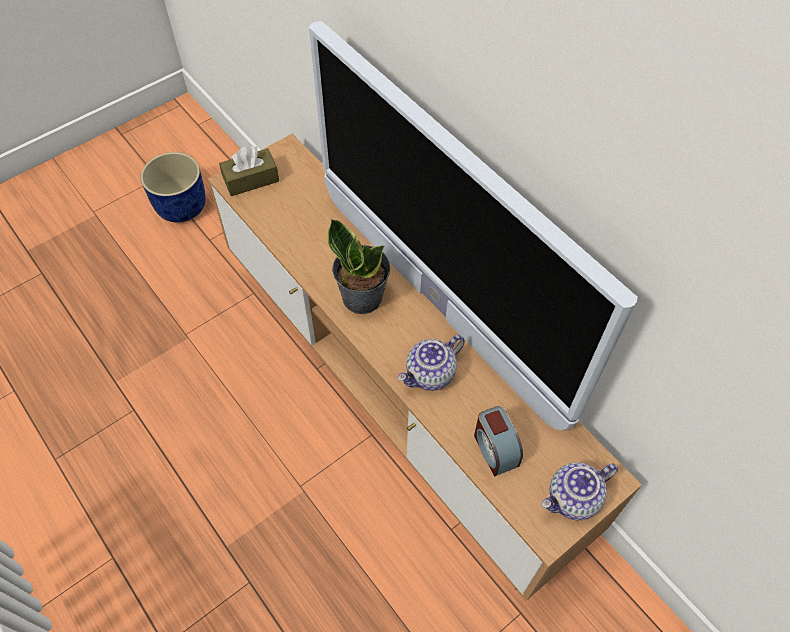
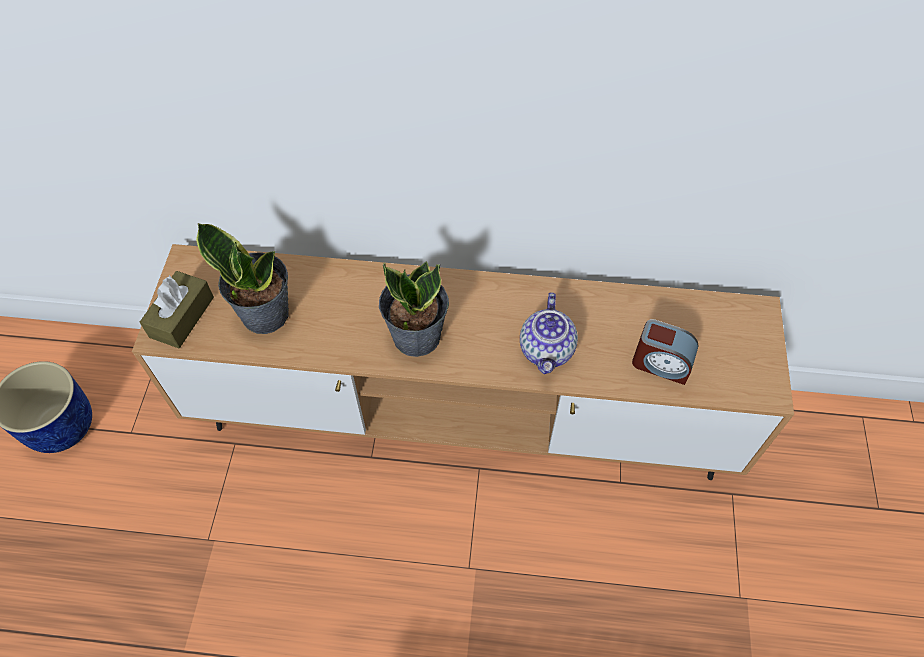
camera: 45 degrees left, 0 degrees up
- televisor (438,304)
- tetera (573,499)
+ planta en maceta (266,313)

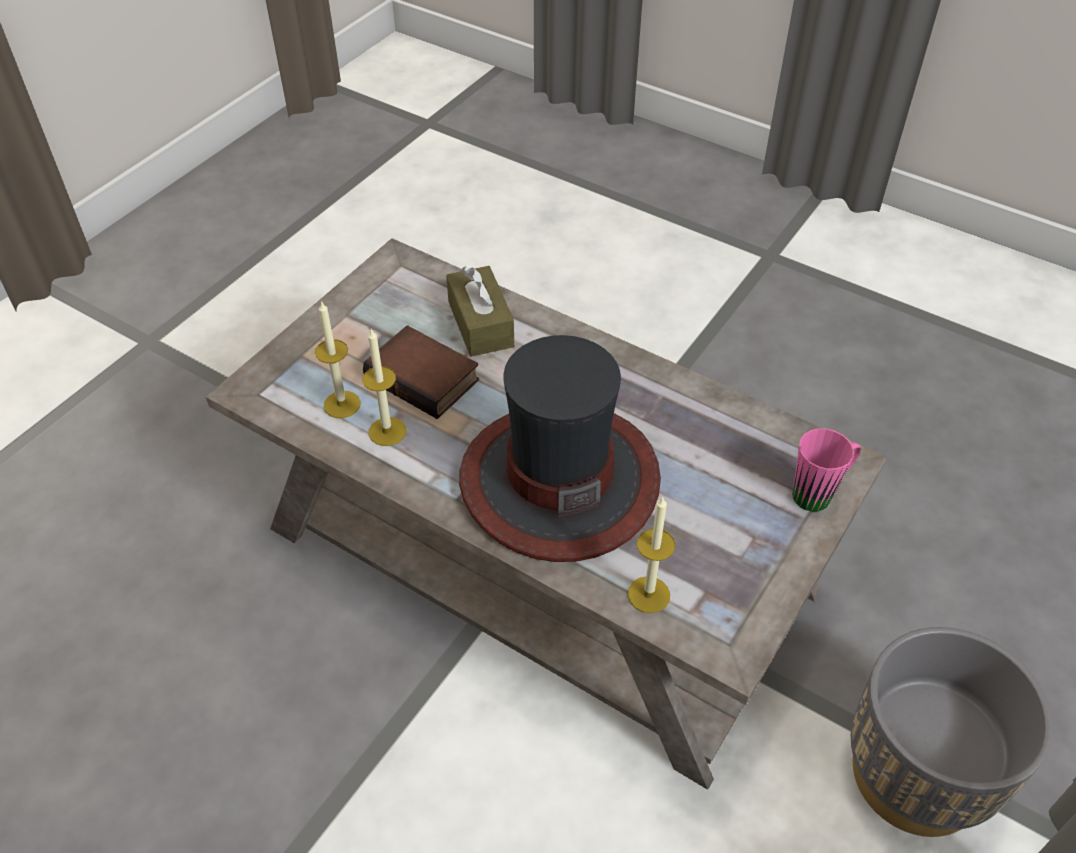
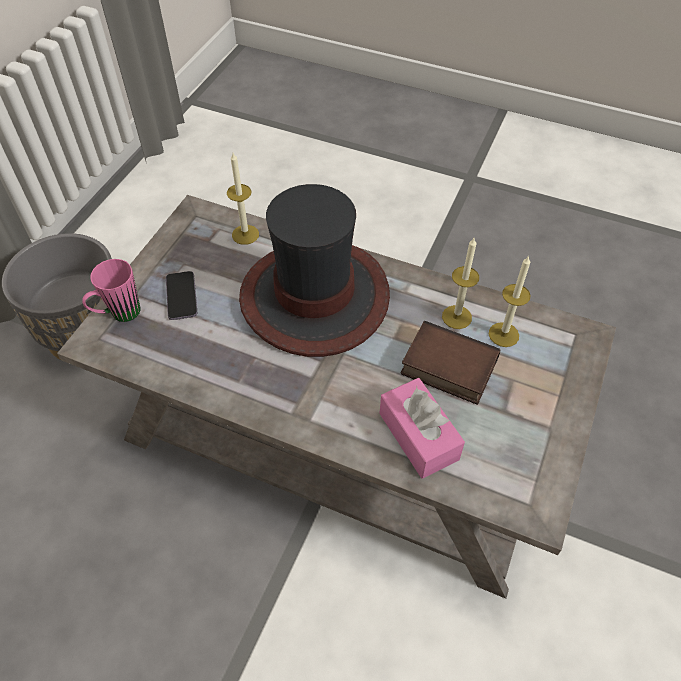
camera: 170 degrees right, 5 degrees up
~ caja de pañuelos (marrón) (480,324) to caja de pañuelos (rosa) (418,436)
+ móvil (181,296)

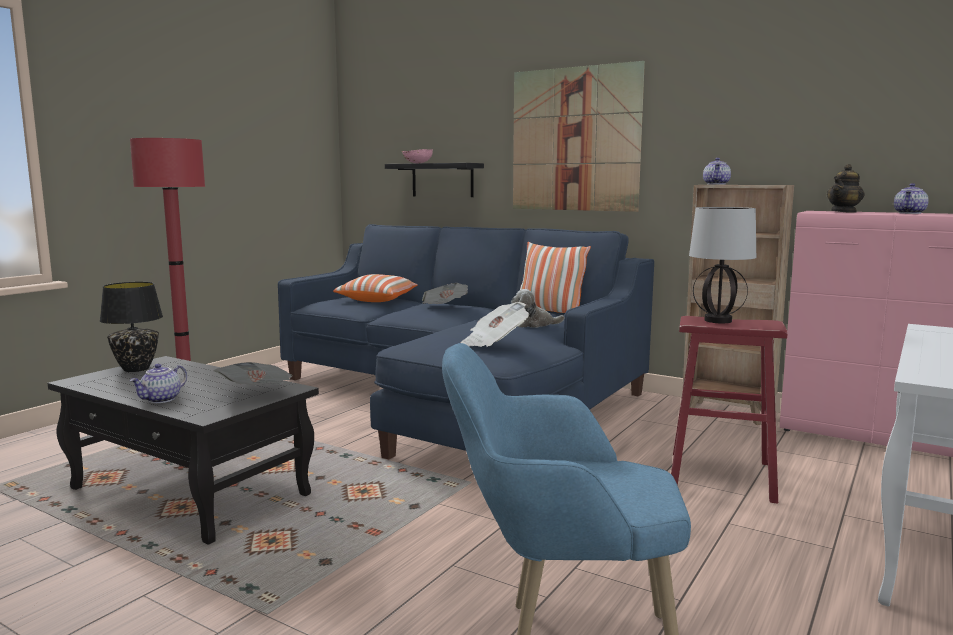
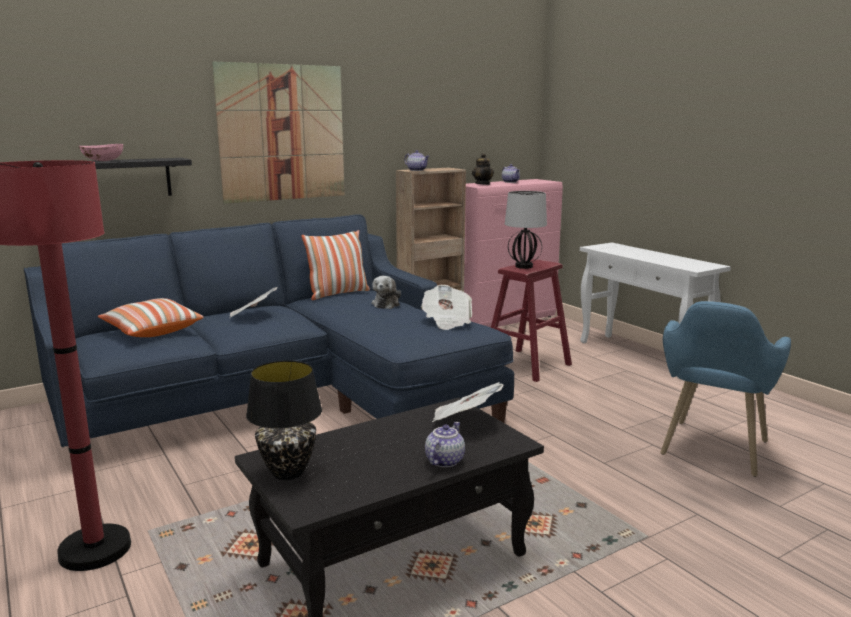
camera: 65 degrees left, 5 degrees up
~ tetera (161,400) = (444,461) 120 degrees counterclockwise

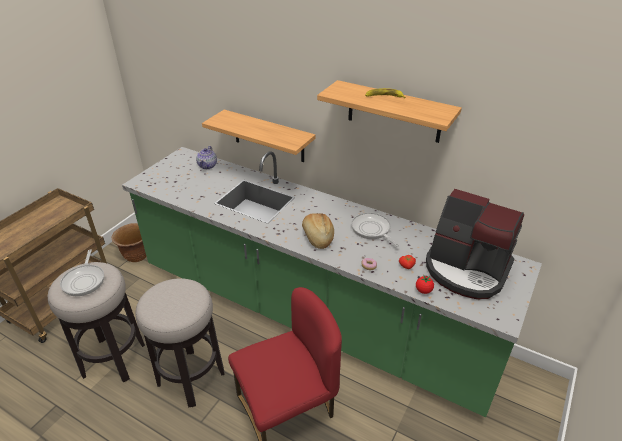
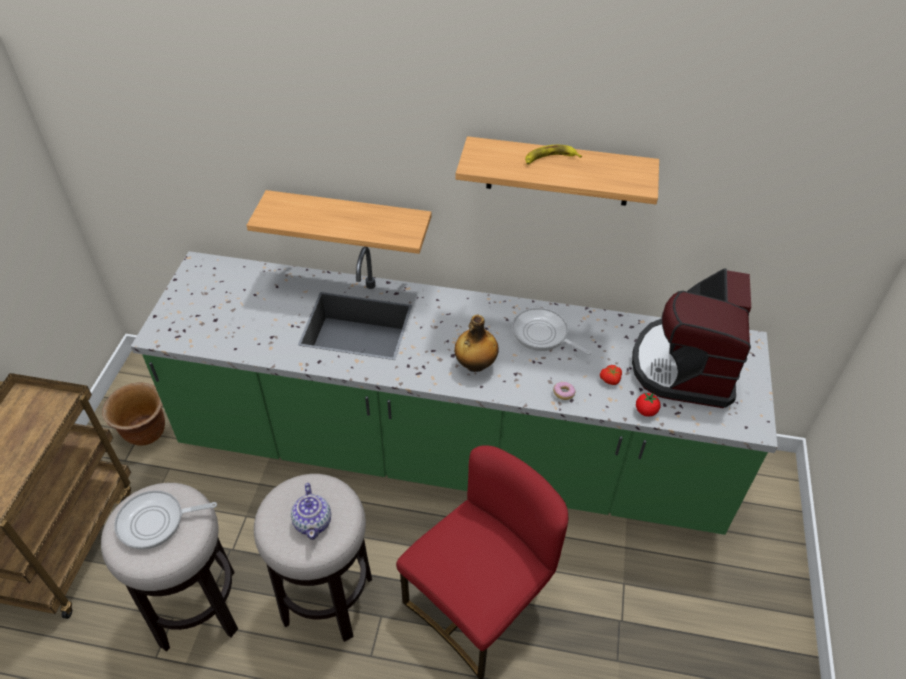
camera: 20 degrees left, 10 degrees up
~ sartén (84,280) = (155,522) 105 degrees clockwise
~ tetera (207,165) to (313,521)
~ pan (317,237) to botella (475,365)
~ cafetera (466,270) = (684,366) 90 degrees clockwise

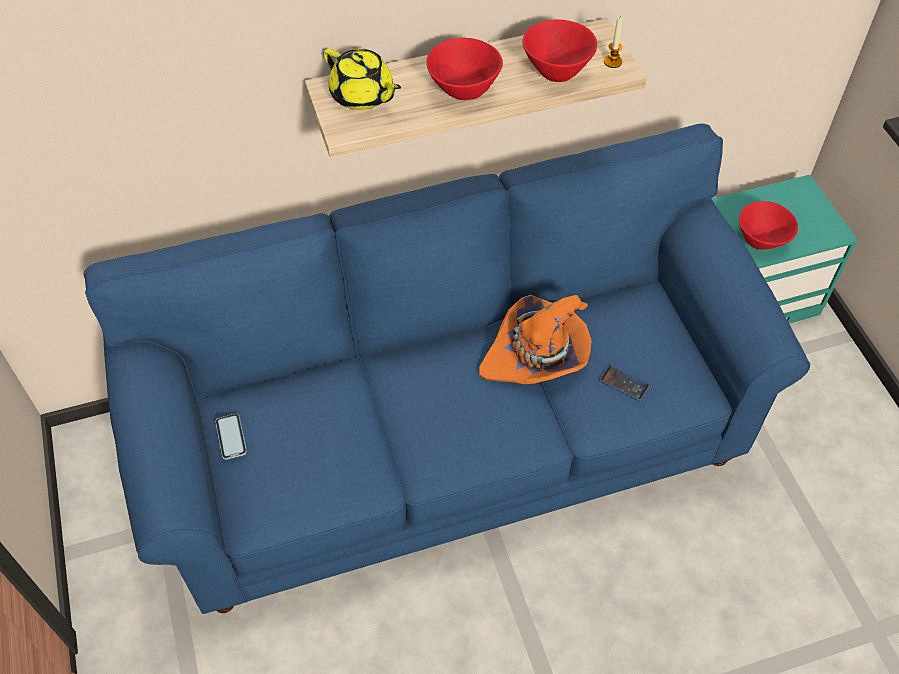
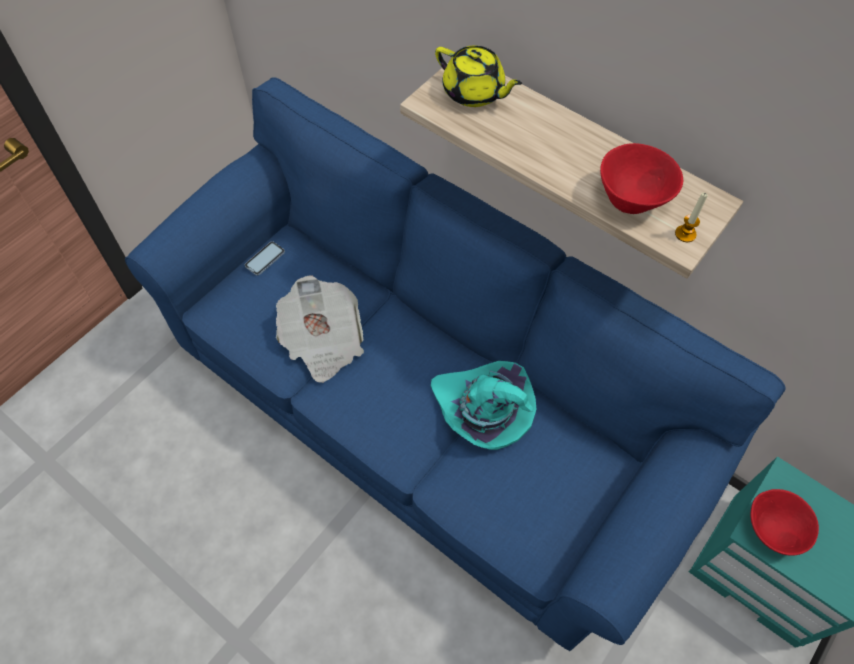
camera: 55 degrees right, 5 degrees up
~ tetera (amarillo) (363,96) = (474,93) 60 degrees counterclockwise
- cuenco (rojo) (463,87)
~ sombrero (naranja) (537,355) to sombrero (turquesa) (483,410)
- móvil (624,383)
+ periódico (322,342)

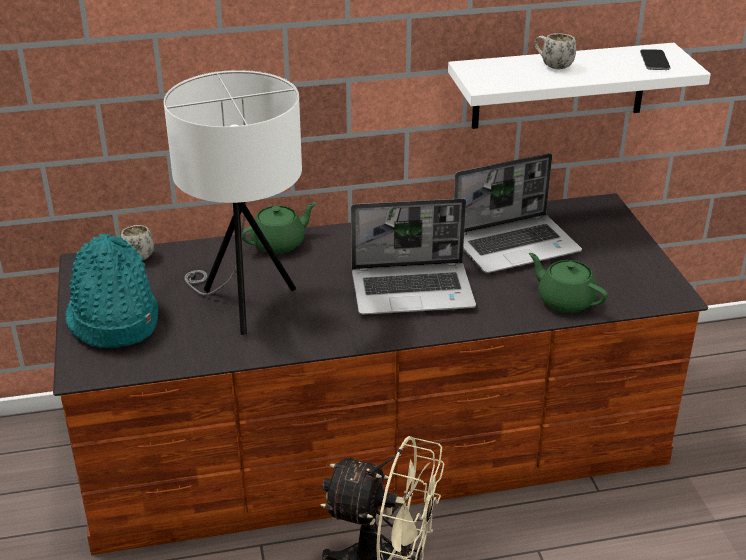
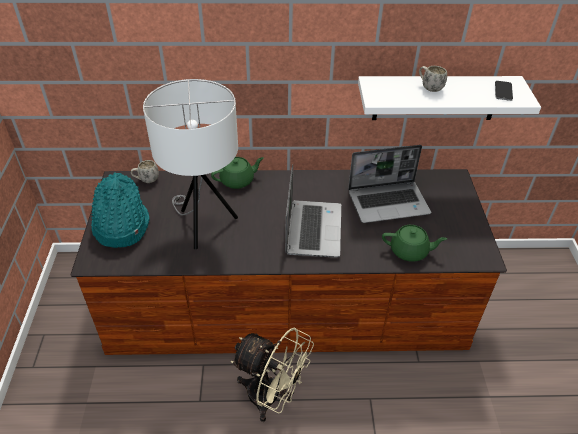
camera: 10 degrees right, 10 degrees up
~ portátil (413,290) = (312,229) 90 degrees counterclockwise
~ tetera (verde) (565,300) = (410,251) 135 degrees clockwise

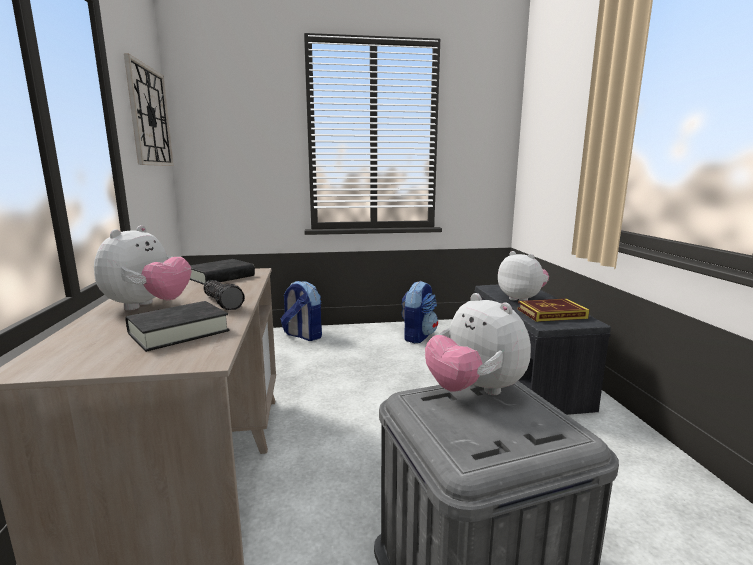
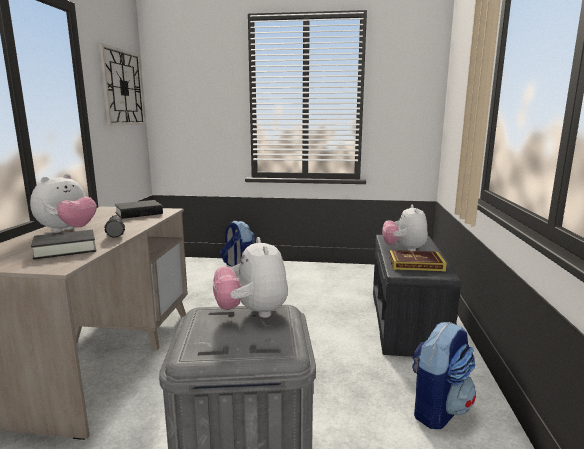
camera: 15 degrees right, 0 degrees up
~ mochila (418,336) to (438,409)
~ peluche (522,299) = (404,249) 150 degrees counterclockwise

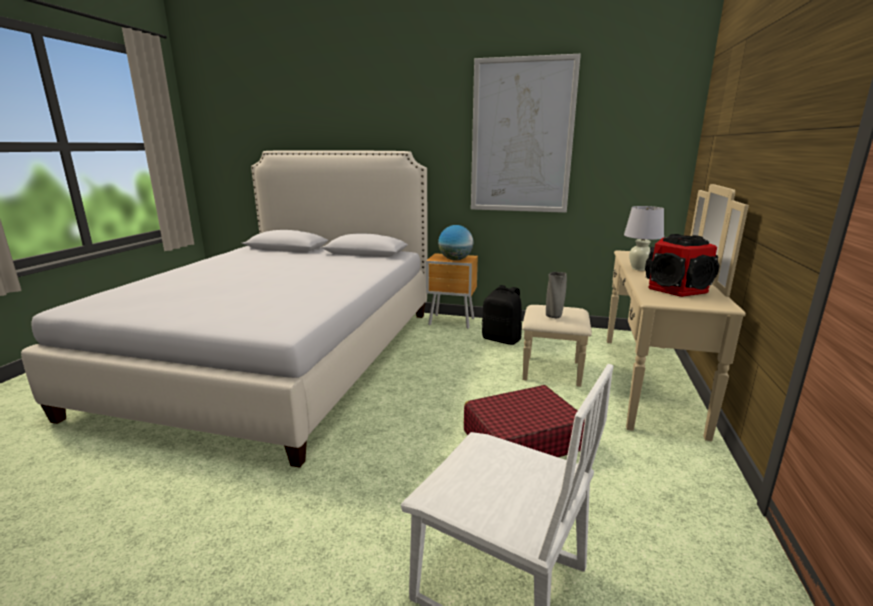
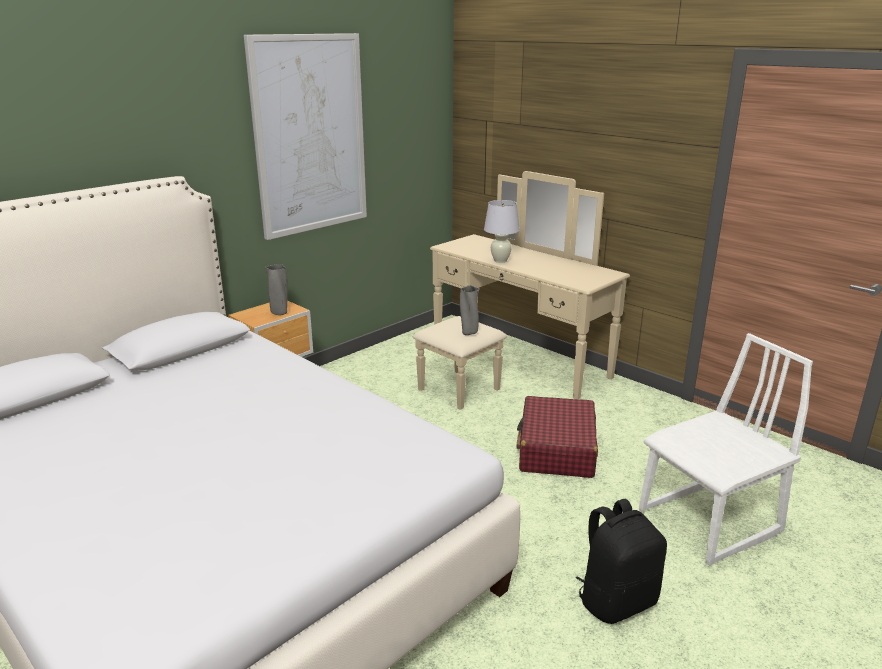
camera: 60 degrees left, 5 degrees up
~ globo terráqueo (455,259) to florero (gris) (280,313)
~ mochila (negro) (502,339) to (616,601)
- altavoz (676,288)

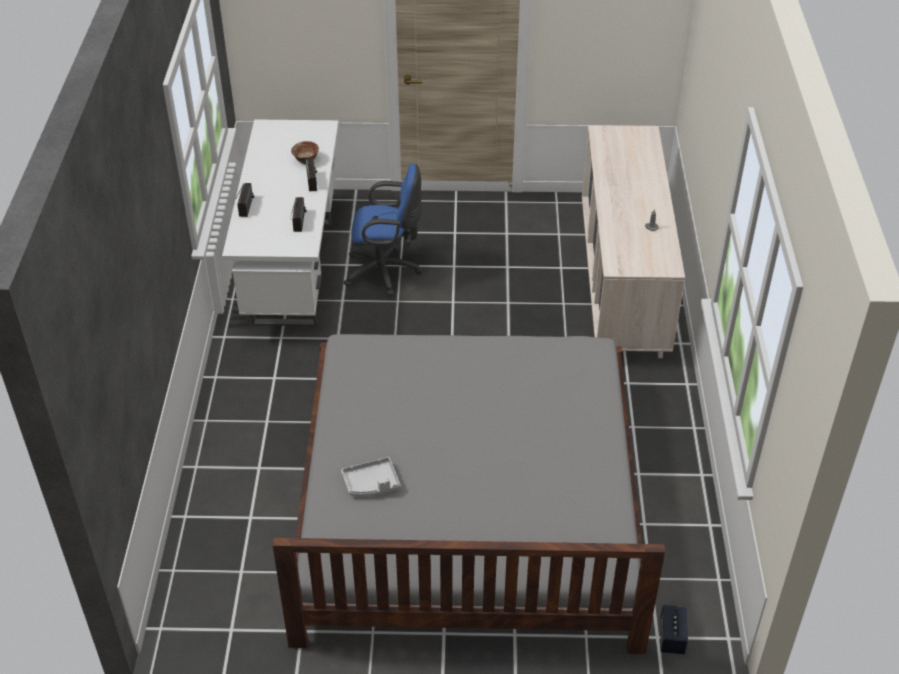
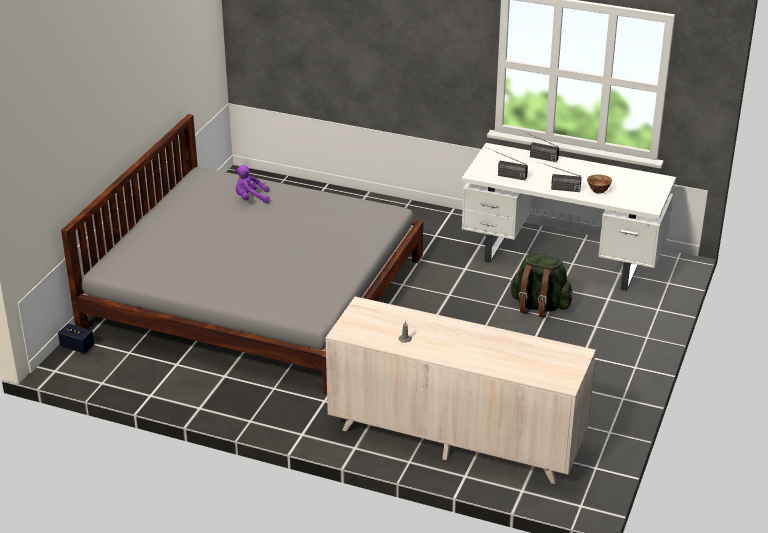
camera: 110 degrees right, 10 degrees down
~ bandeja (gris) (371,484) to peluche (morado) (251,199)
~ silla de oficina (azul) (386,272) to mochila (verde) (539,306)

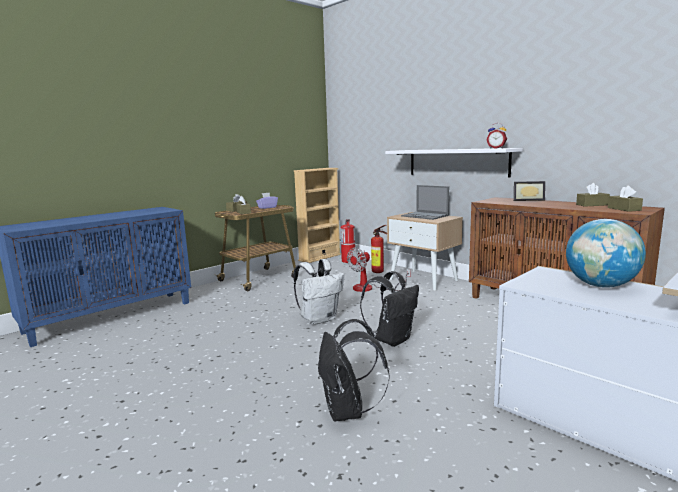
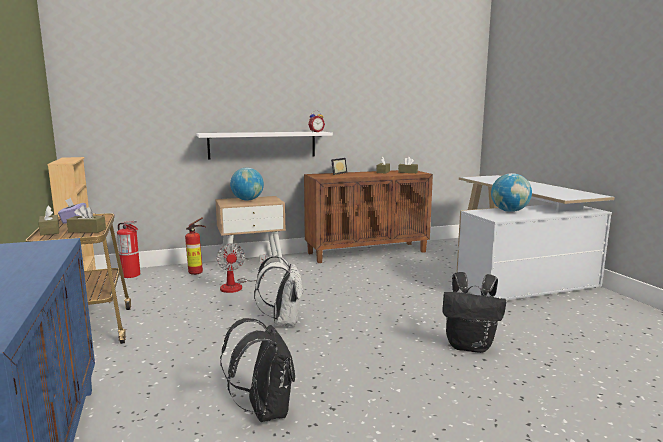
camera: 65 degrees left, 0 degrees up
~ mochila (negro) (392,339) to (264,411)
~ portátil (425,216) to globo terráqueo (247,200)

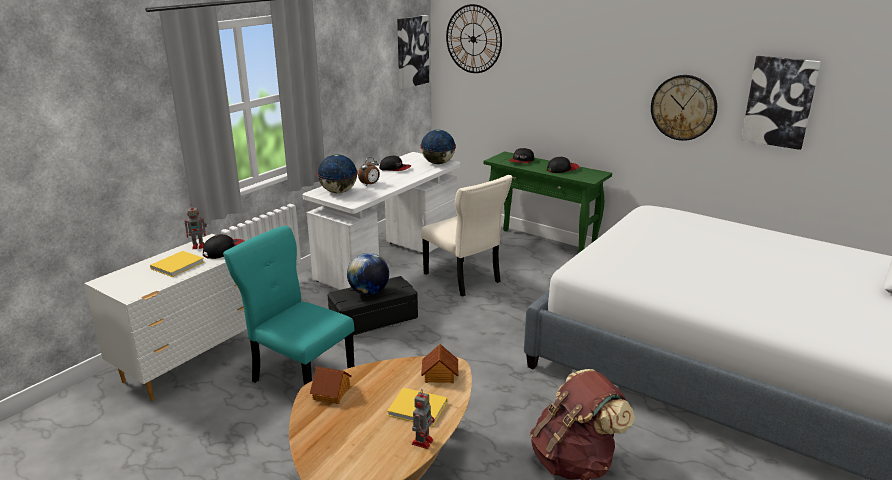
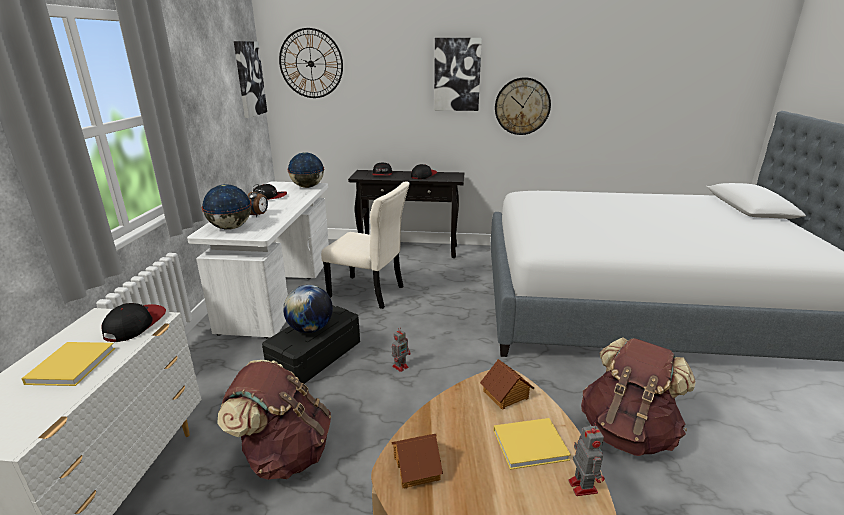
camera: 30 degrees left, 0 degrees up
~ robot de juguete (199,246) to (400,366)
~ silla (turquesa) (300,377) to mochila (marrón) (284,454)
~ mesa consola (verde) (542,247) to mesa consola (negro) (409,250)
~ cuadro (779,102) to (457,74)

